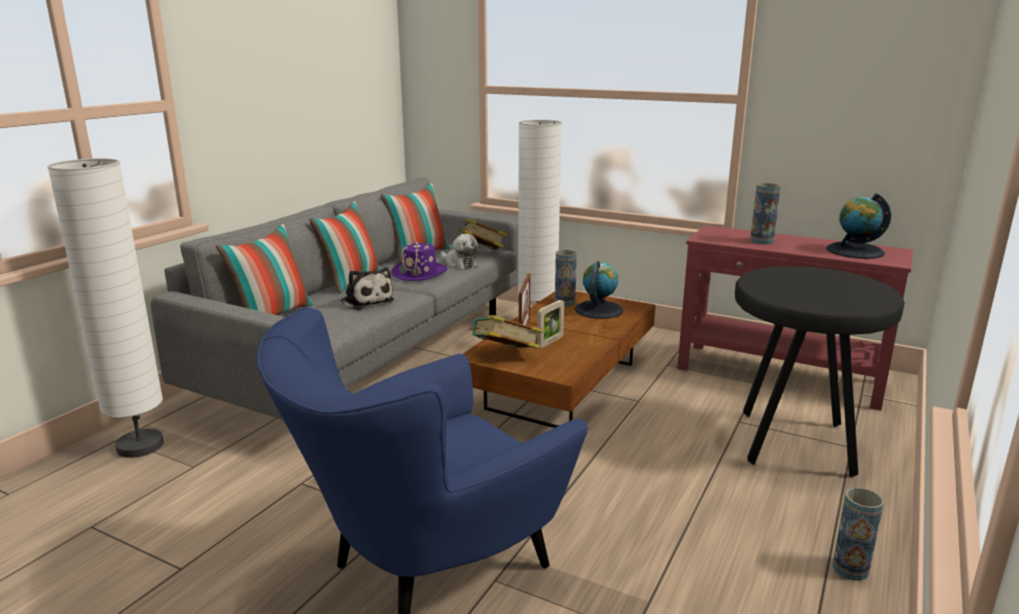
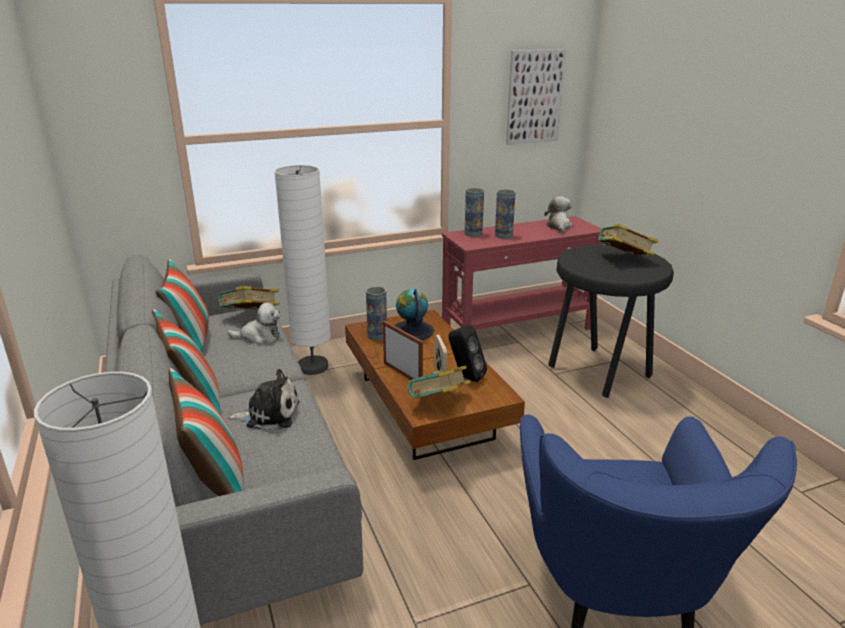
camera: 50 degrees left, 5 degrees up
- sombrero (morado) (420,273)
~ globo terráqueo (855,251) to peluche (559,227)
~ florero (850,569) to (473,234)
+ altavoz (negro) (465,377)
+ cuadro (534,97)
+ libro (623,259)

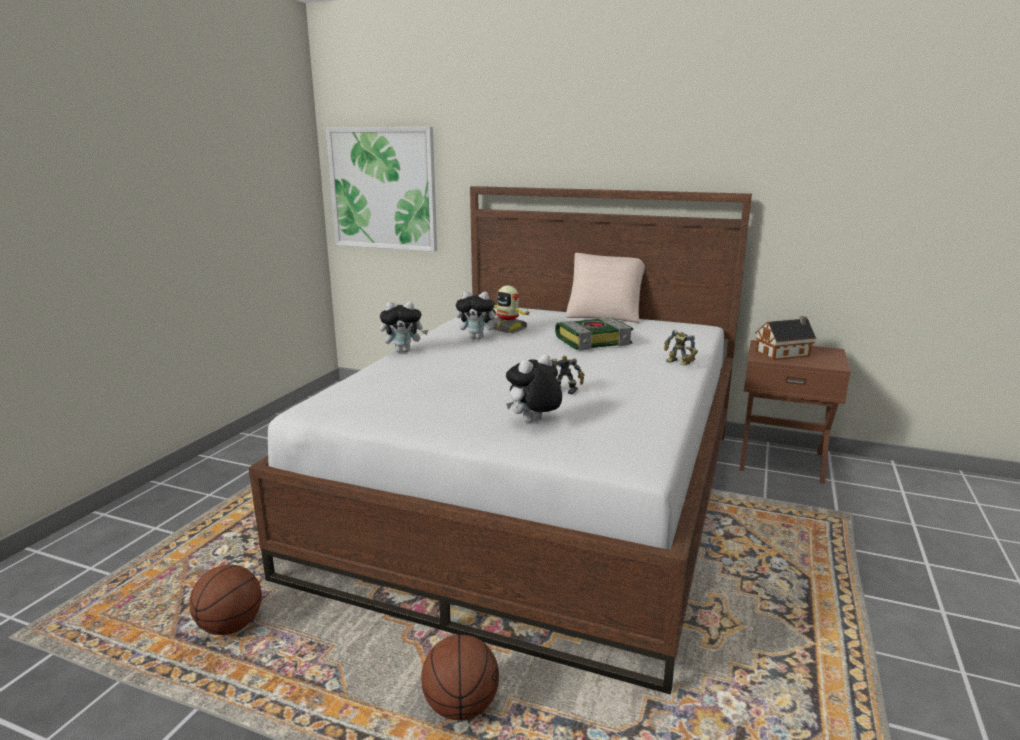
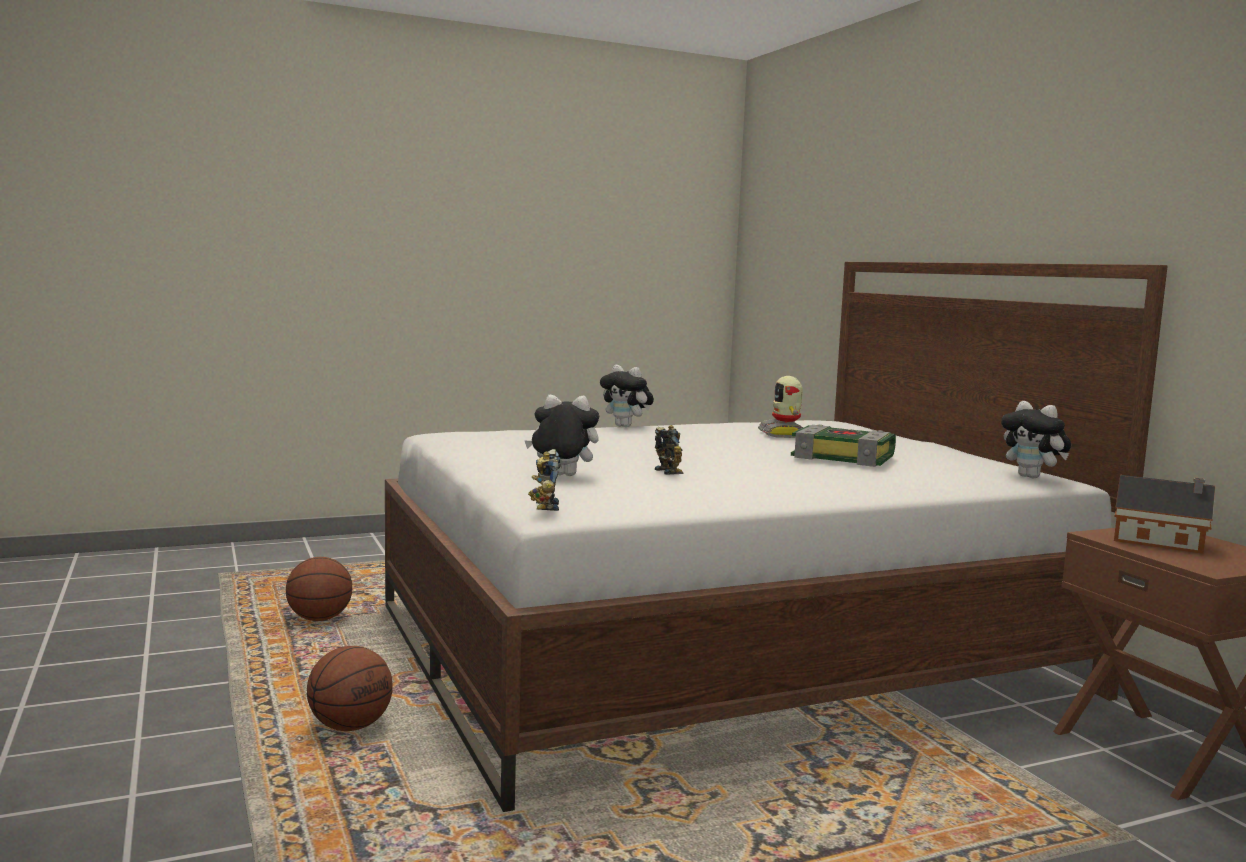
camera: 45 degrees right, 10 degrees down
- cuadro (383,189)
~ peluche (478,338) to (1032,477)
- cojín (beis) (605,315)
~ robot de juguete (678,363) to (544,506)

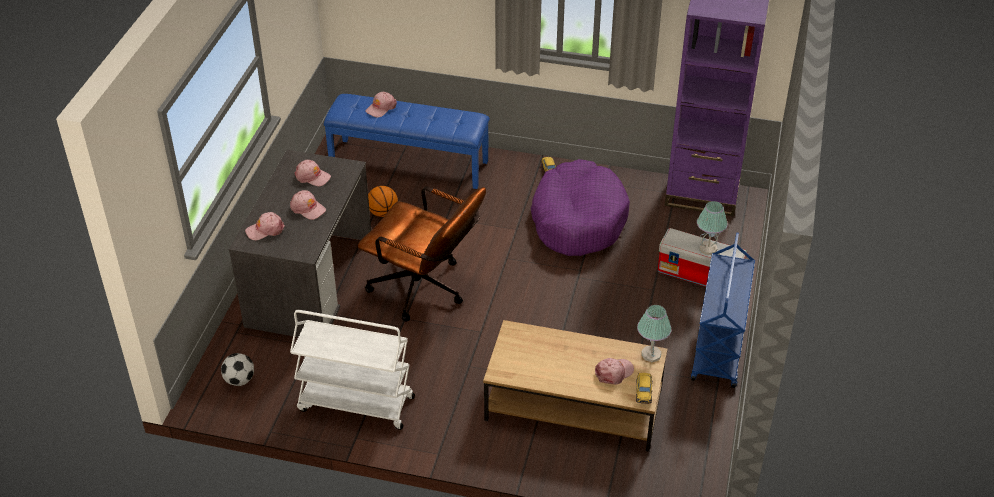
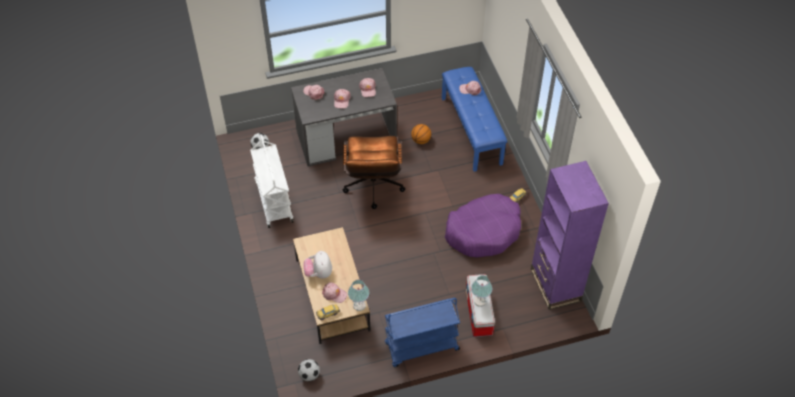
camera: 60 degrees right, 10 degrees up
+ balón de fútbol (309,375)
+ peluche (319,273)

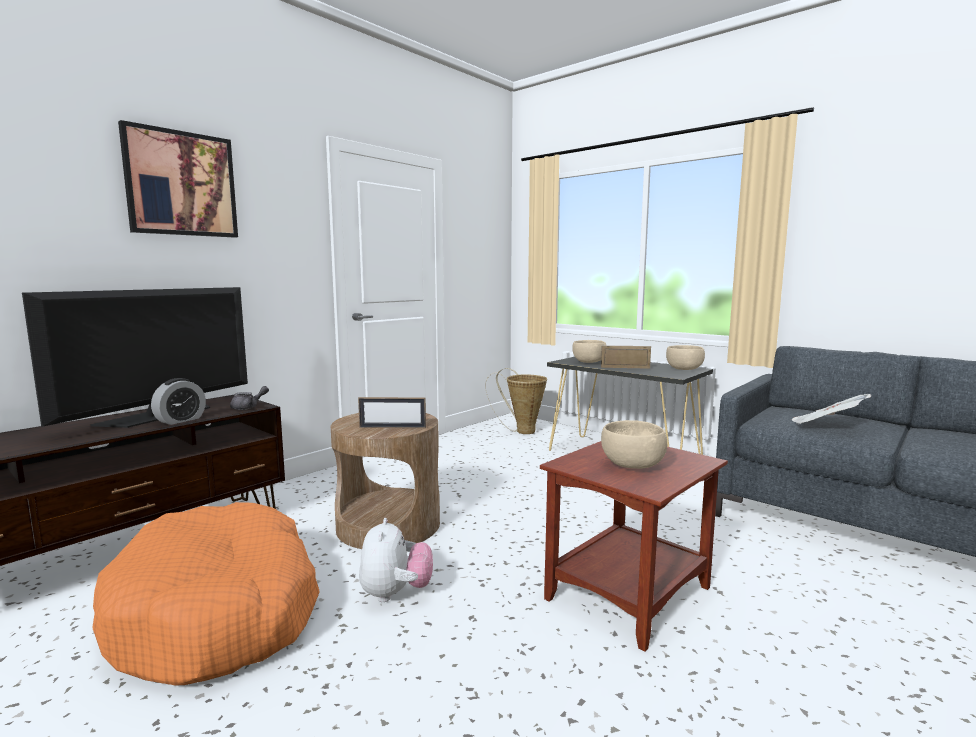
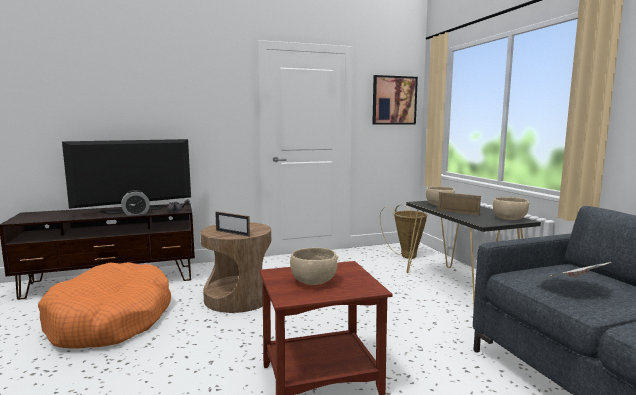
camera: 30 degrees right, 0 degrees up
~ cuadro (181,184) to (394,100)
- peluche (395,593)

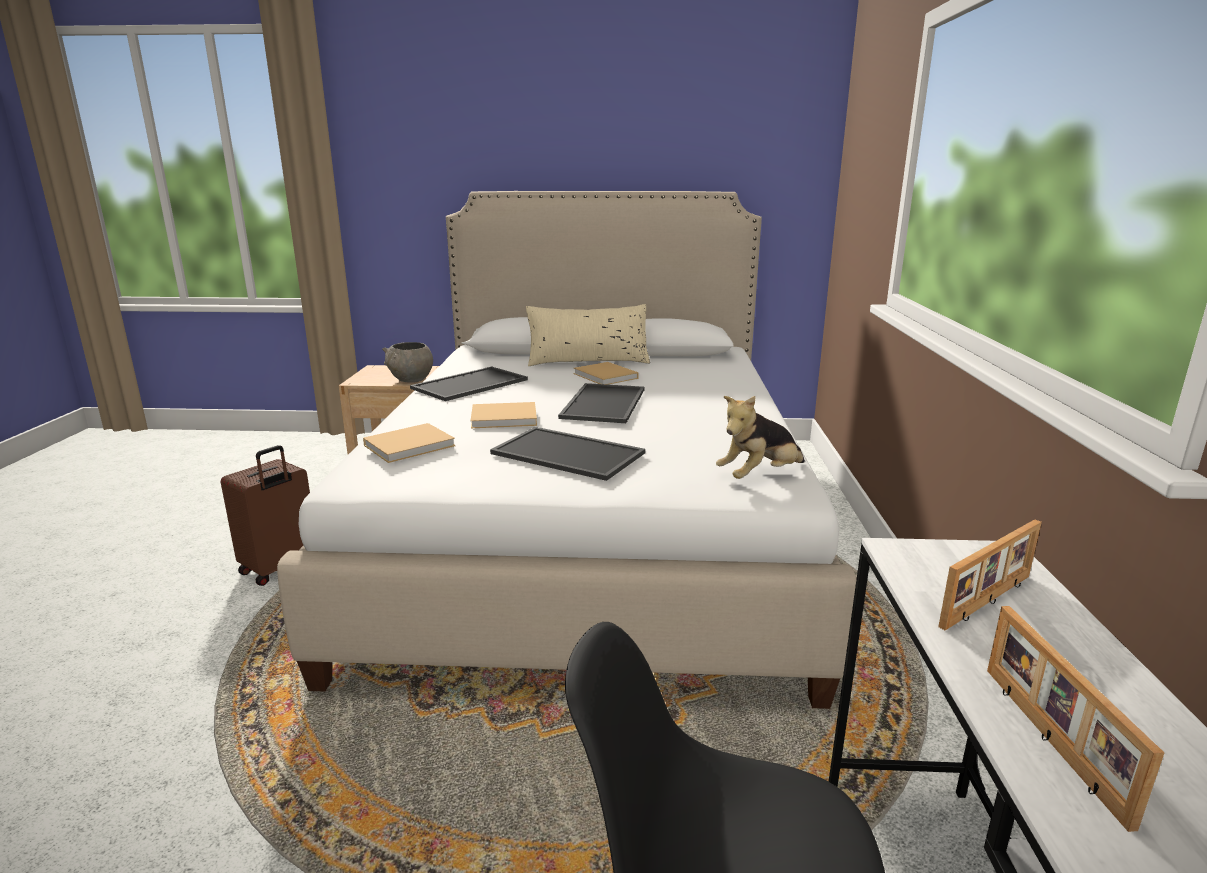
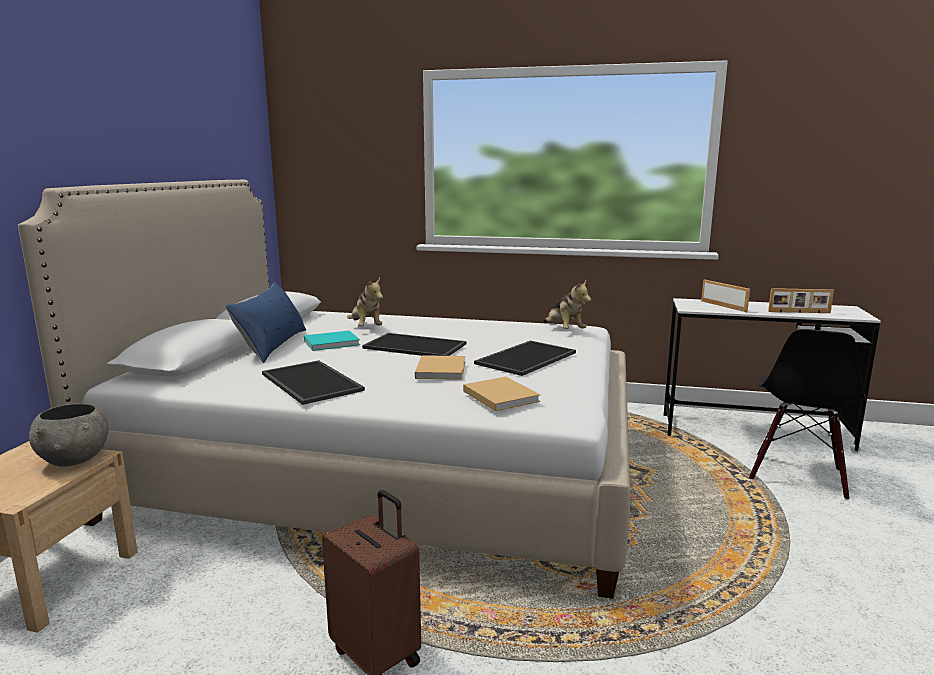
camera: 80 degrees left, 5 degrees down
~ cojín (beis) (588,361) to cojín (azul) (272,345)
~ libro (beis) (606,376) to libro (turquesa) (333,342)
+ peluche (366,327)

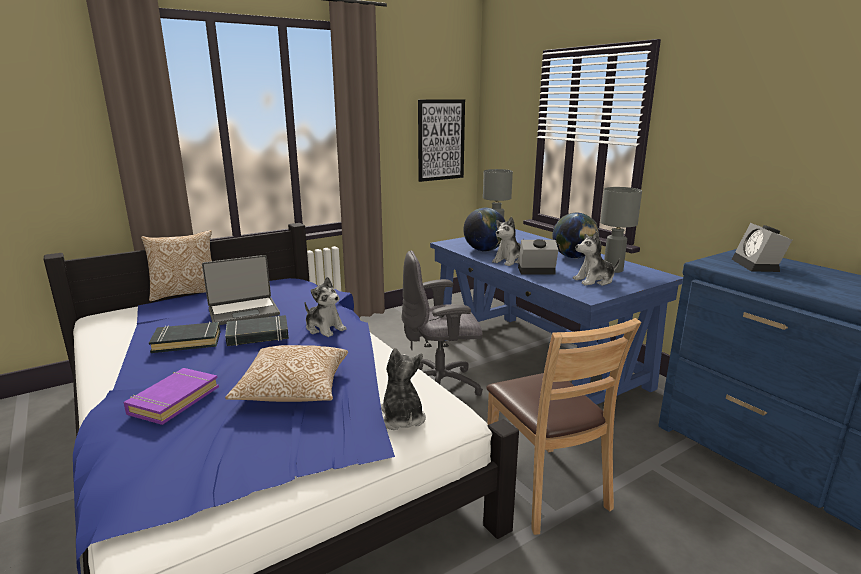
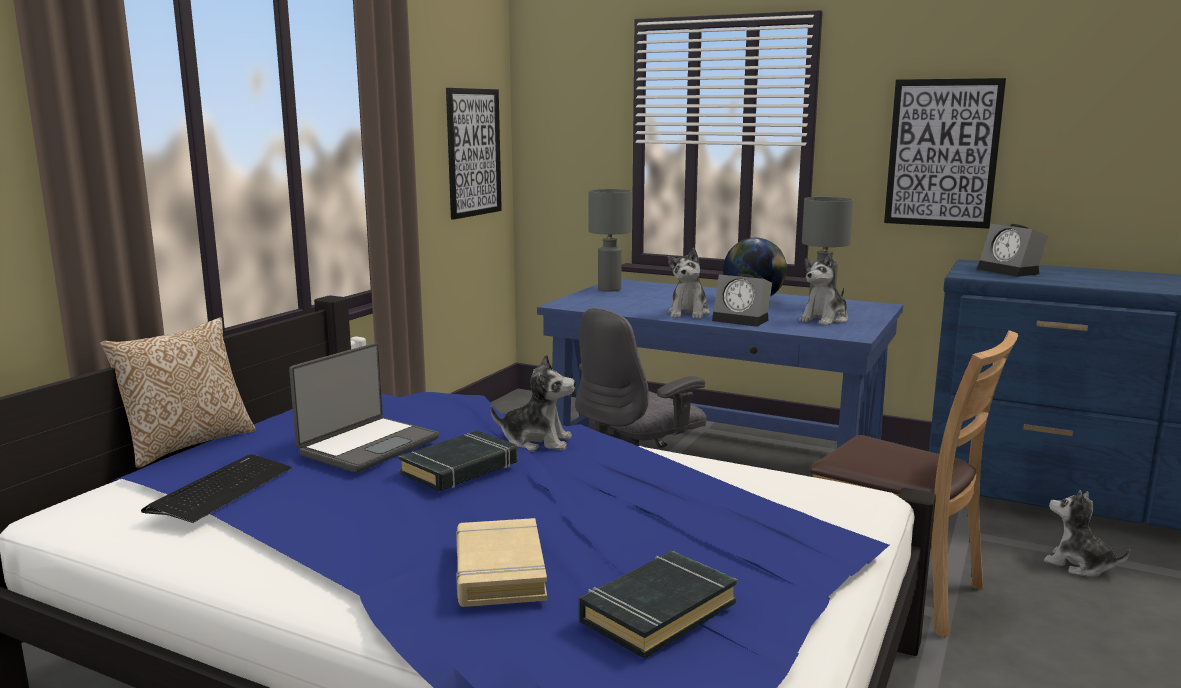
camera: 30 degrees left, 5 degrees down
~ libro (morado) (173,400) to libro (beis) (499,571)
~ libro (negro) (187,341) to (657,611)
- cojín (293,391)
~ peluche (401,418) to (1079,565)
- globo terráqueo (484,250)
~ despertador (535,271) = (743,320) 120 degrees counterclockwise
+ teclado (221,489)
+ cuadro (942,153)

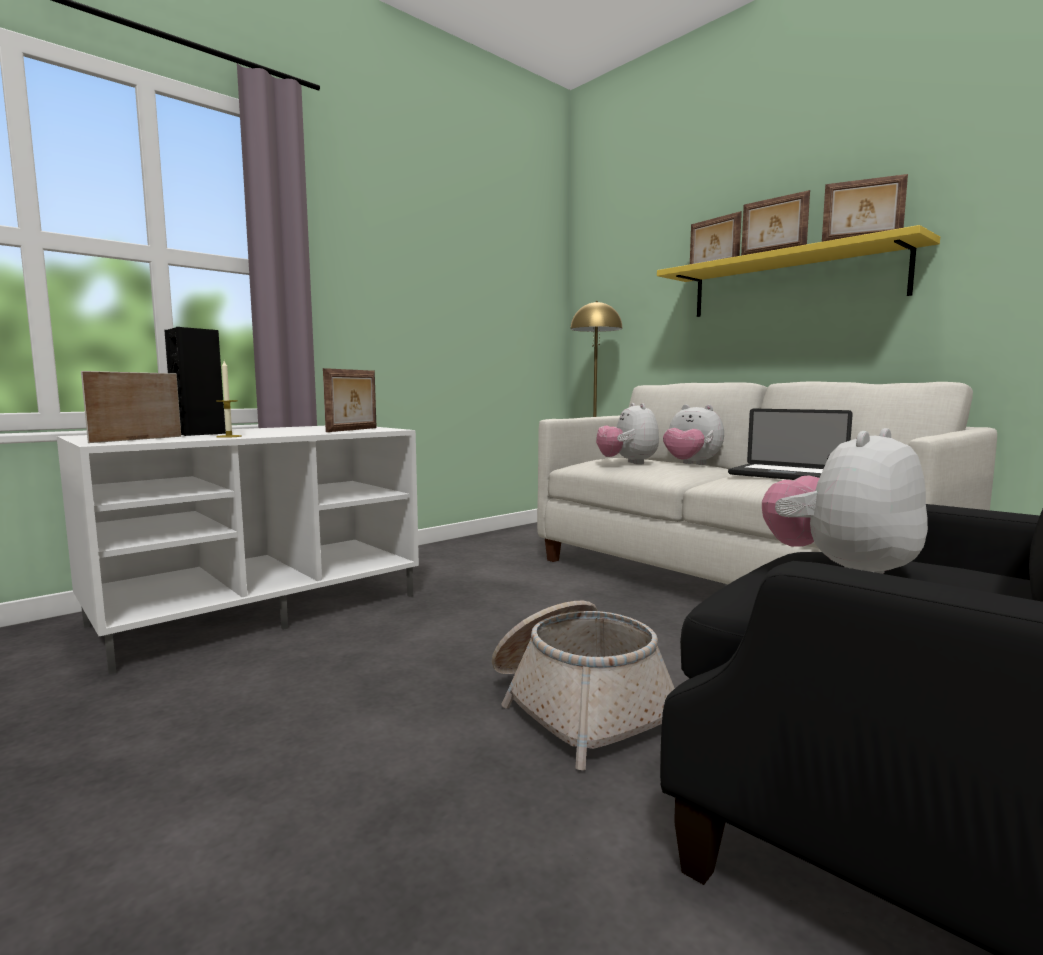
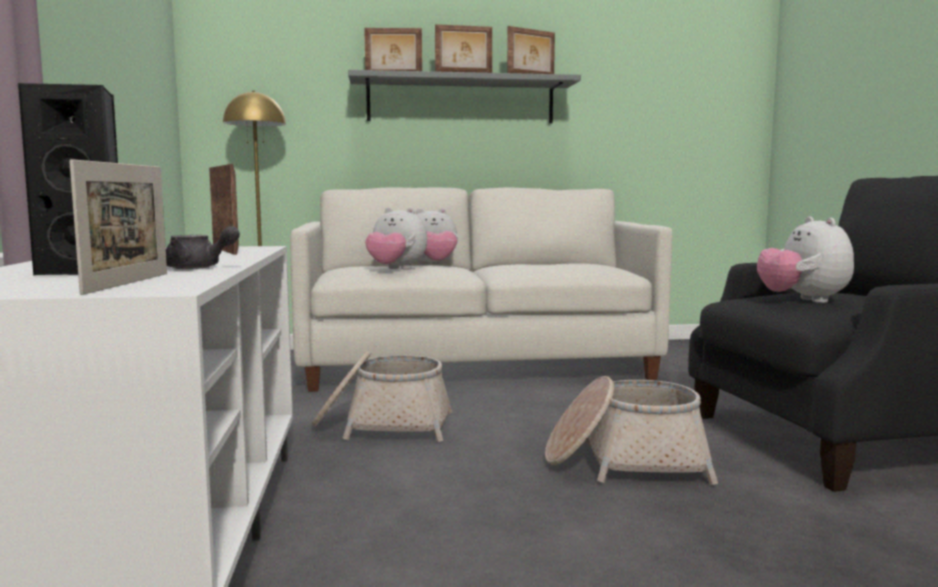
camera: 55 degrees left, 0 degrees up
~ portarretratos (137,439) = (128,283) 150 degrees counterclockwise
~ vela (229,436) to tetera (gris) (198,268)
~ estante (amarillo) (792,283) to estante (gris) (461,101)
- portátil (786,475)
+ cesta (383,425)

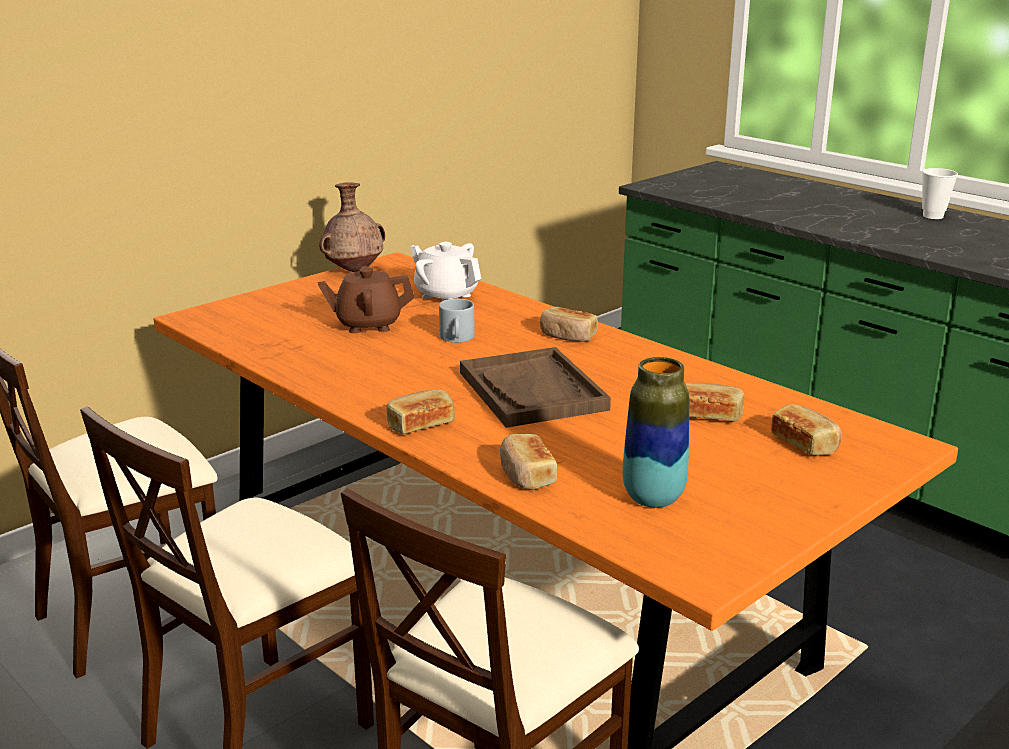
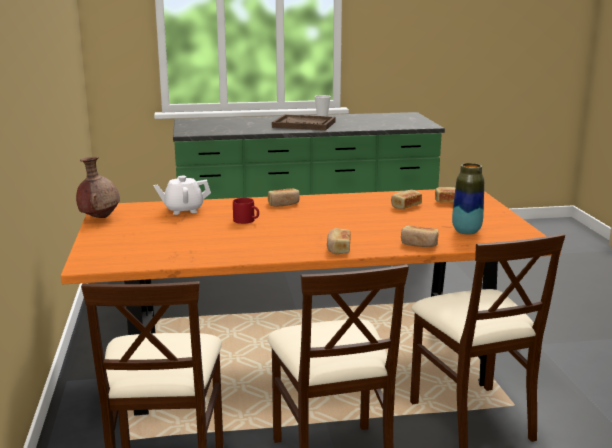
camera: 55 degrees left, 5 degrees down
- tetera (marrón) (368,325)
~ taza grande (gris) (457,338) to taza grande (rojo) (247,221)
~ bandeja (marrón) (533,391) to (304,124)

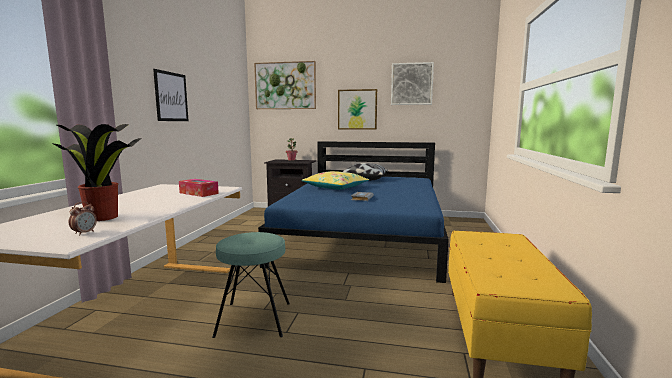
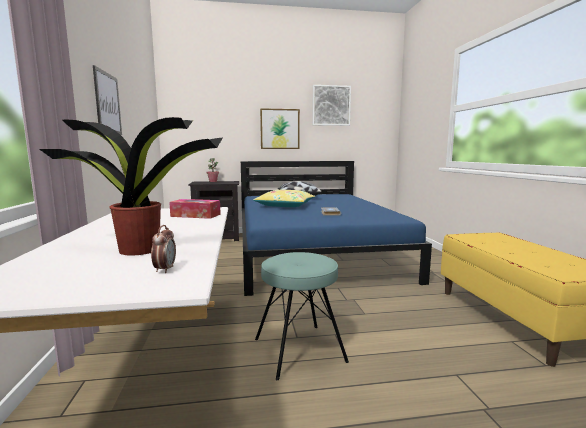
camera: 20 degrees left, 0 degrees up
- cuadro (285,86)

